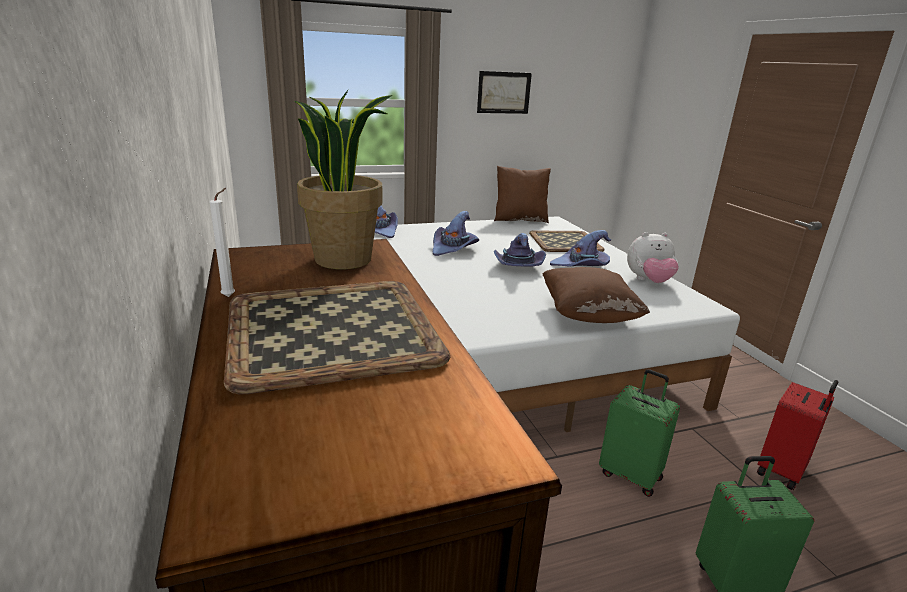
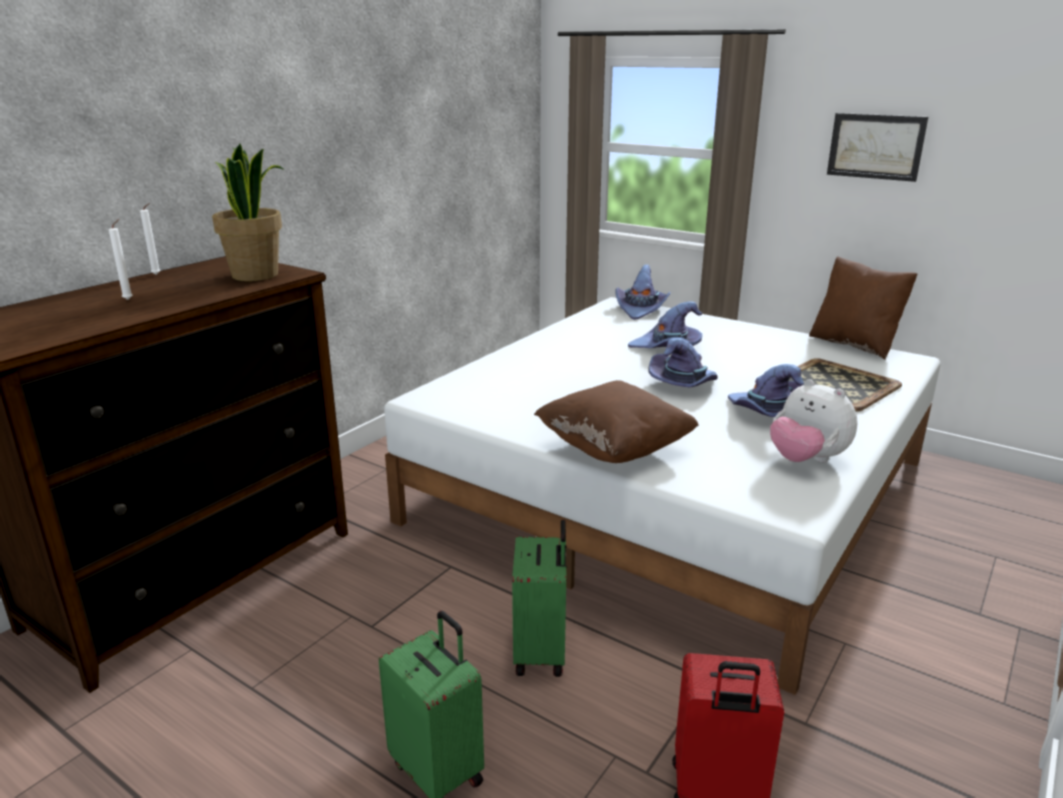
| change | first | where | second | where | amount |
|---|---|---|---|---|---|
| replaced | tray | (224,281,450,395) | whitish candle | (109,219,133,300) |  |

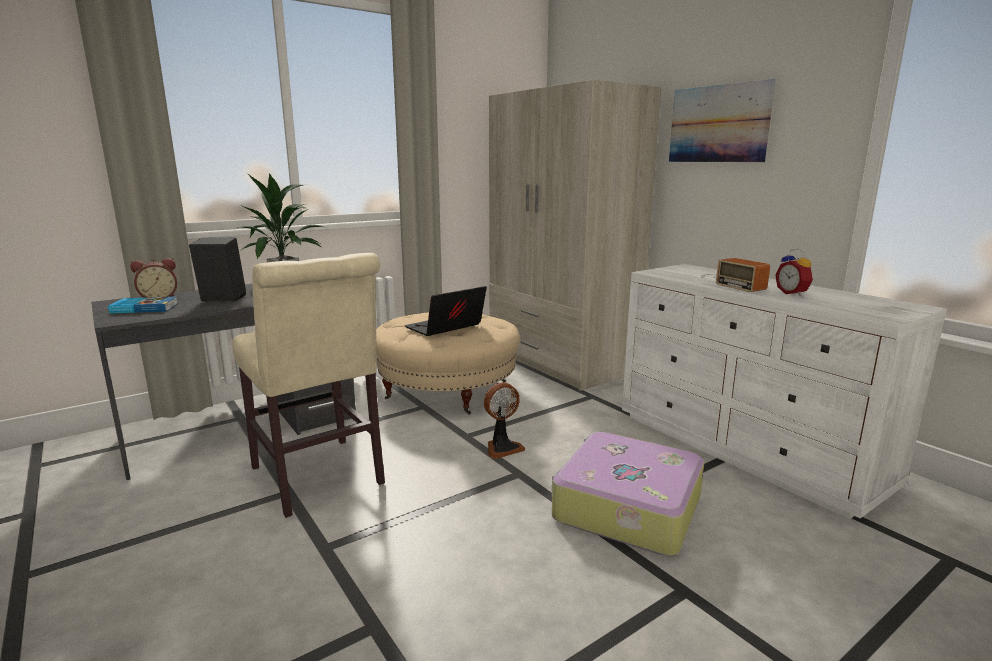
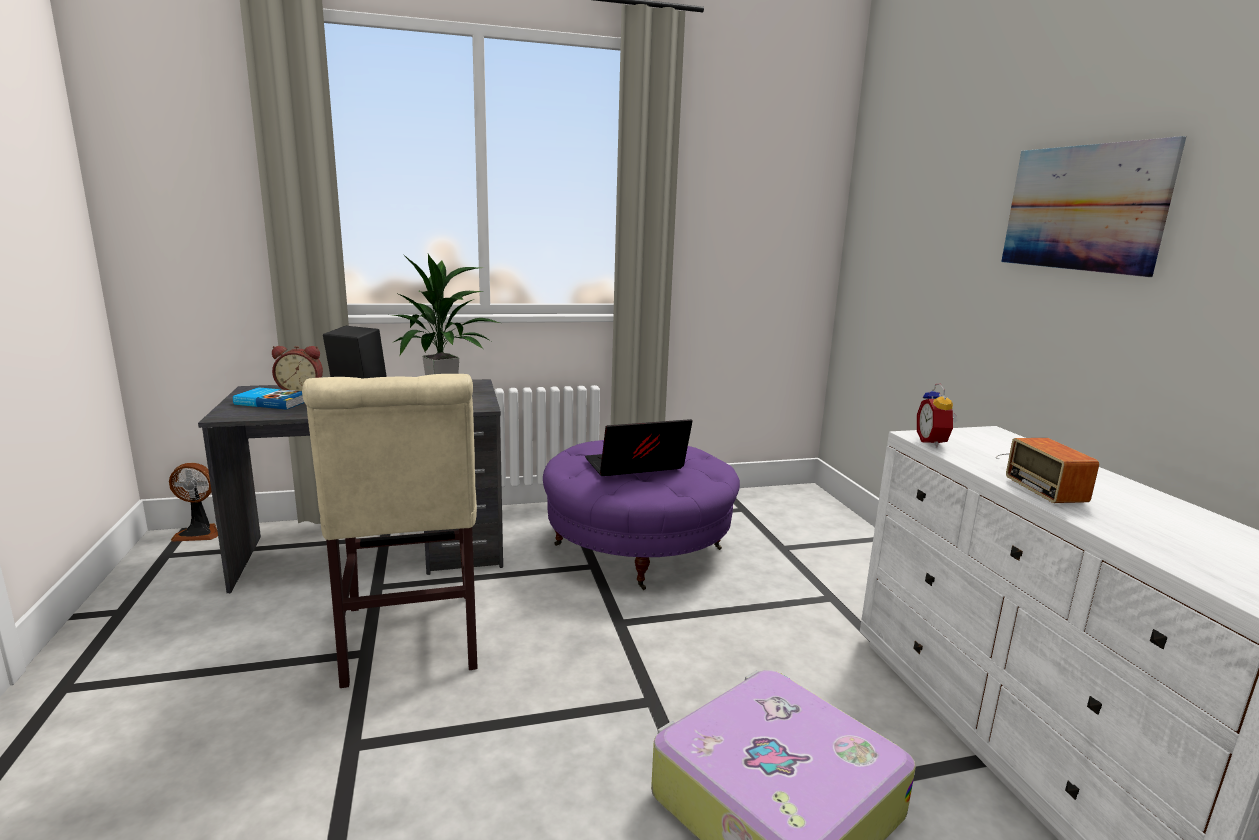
| change | first | where | second | where | amount |
|---|---|---|---|---|---|
| removed | sand-coloured wardrobe | (489,80,661,391) |  |  |  |
| moved | electric fan | (484,382,525,459) |  | (169,463,218,542) |  |
| moved | alarm clock | (775,249,813,296) |  | (917,384,958,447) |  |
| recoloured | sand-coloured ottoman | (376,313,520,415) | purplish ottoman | (543,440,740,590) |  |

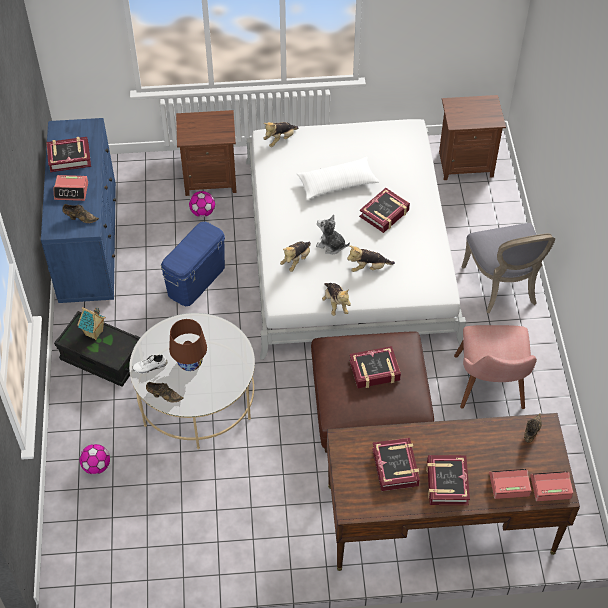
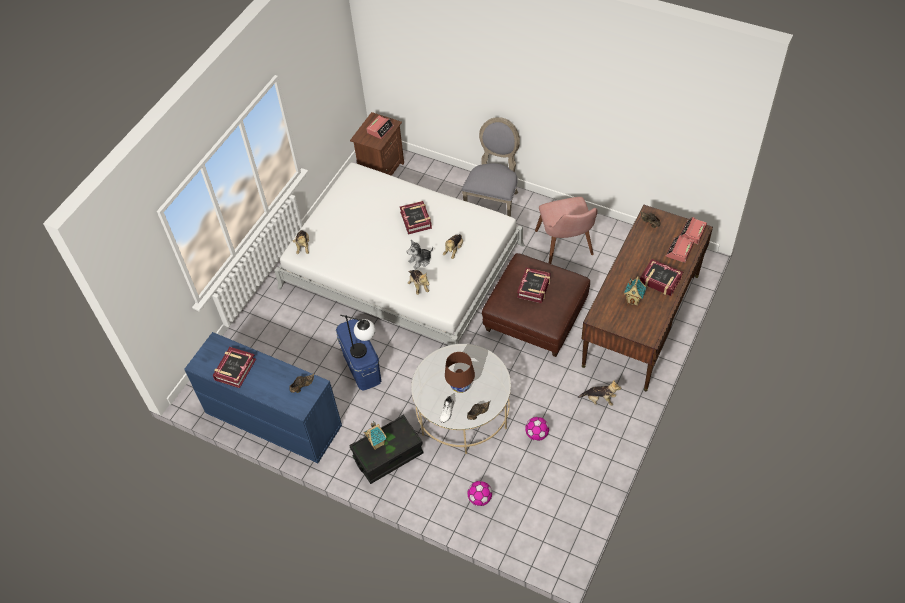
| change | first | where | second | where | amount |
|---|---|---|---|---|---|
| removed | brown-coloured bedside table | (176,110,237,196) |  |  |  |
| removed | whitish throw pillow | (297,157,379,200) |  |  |  |
| added |  |  | tabletop lamp | (340,314,375,358) |  |
| moved | alarm clock | (53,175,88,201) |  | (367,115,394,139) |  |
| moved | ball for football | (189,191,215,217) |  | (525,417,549,441) |  |
| moved | plush toy | (322,283,351,316) |  | (578,380,621,406) |  |
| replaced | volume | (372,438,420,491) | toy house | (624,276,646,306) |  |
| turned | pinkish upright chair | (454,325,537,409) |  | (535,197,598,264) | 45 degrees clockwise |
| turned | grey upright chair | (462,223,555,313) |  | (462,117,520,217) | 90 degrees counterclockwise |

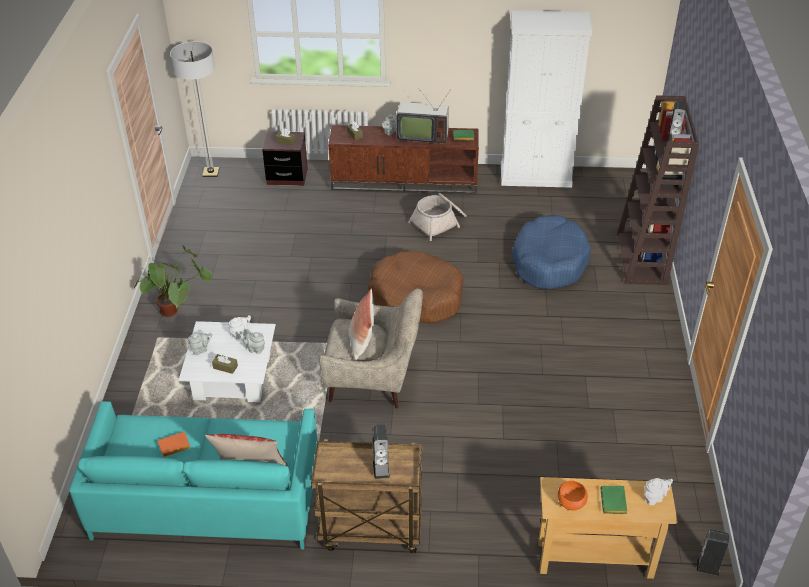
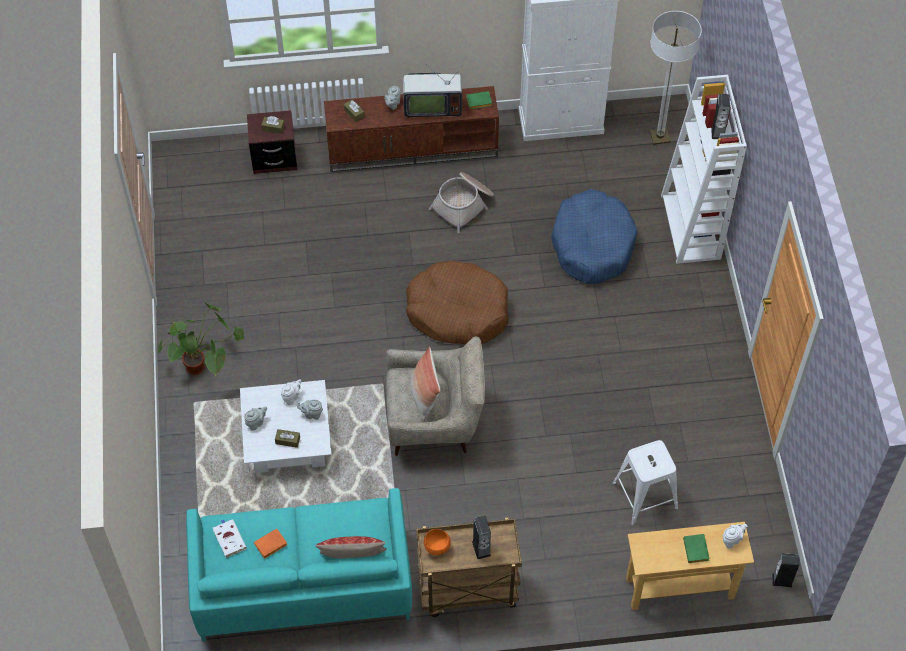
| change | first | where | second | where | amount |
|---|---|---|---|---|---|
| added |  |  | whitish volume | (213,519,247,558) |  |
| added |  |  | whitish stool | (612,440,678,525) |  |
| moved | standard lamp | (170,41,220,177) |  | (650,11,702,145) |  |
| moved | orangey serving bowl | (558,481,588,511) |  | (424,529,451,555) |  |
| recoloured | brown-coloured bookcase | (617,95,699,285) | whitish bookcase | (661,75,747,264) |  |

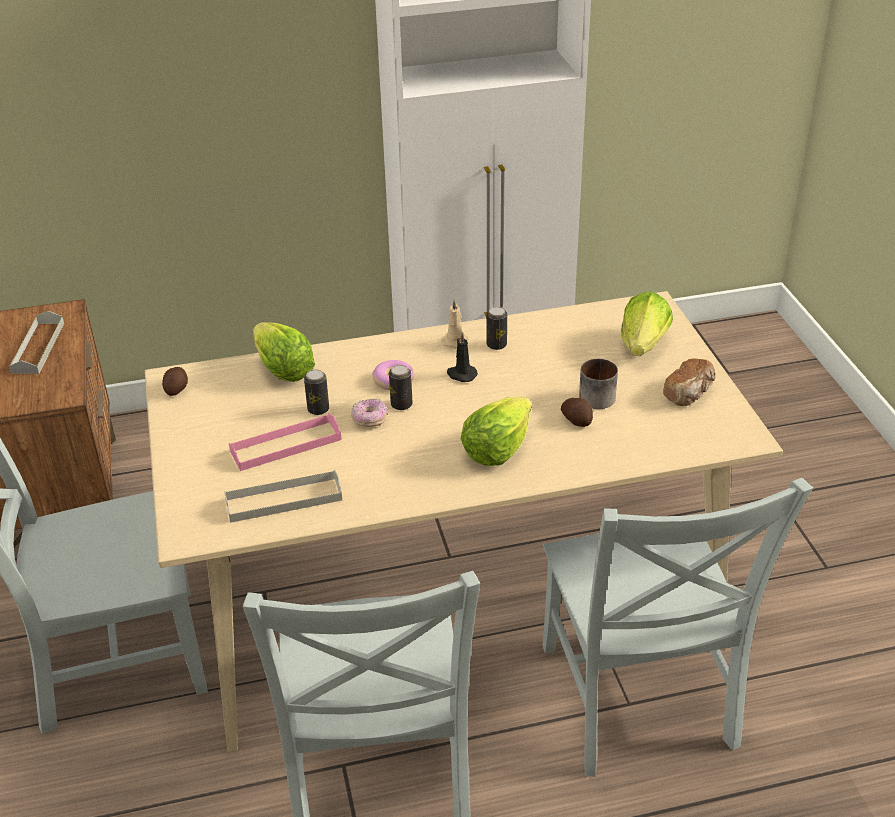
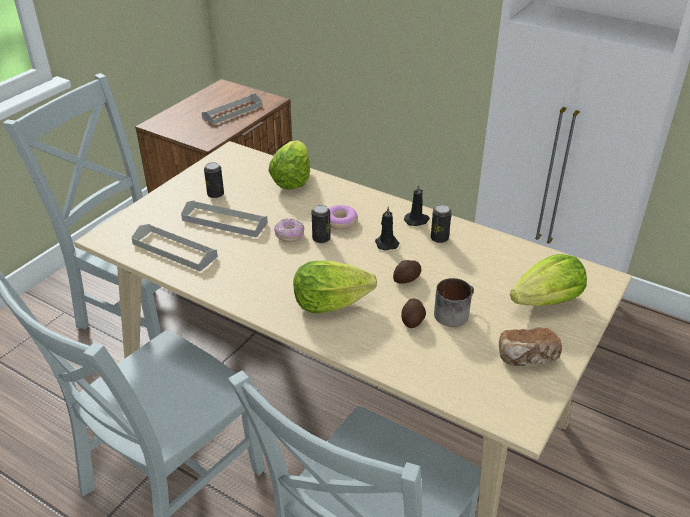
| change | first | where | second | where | amount |
|---|---|---|---|---|---|
| moved | spud | (162,367,188,396) |  | (393,260,421,284) |  |
| moved | sealed can | (304,369,329,415) |  | (204,162,224,198) |  |
| recoloured | pinkish tray | (229,413,342,471) | grey tray | (181,200,268,238) |  |
| recoloured | sand-coloured candle | (441,299,468,348) | black candle | (404,184,430,226) |  |

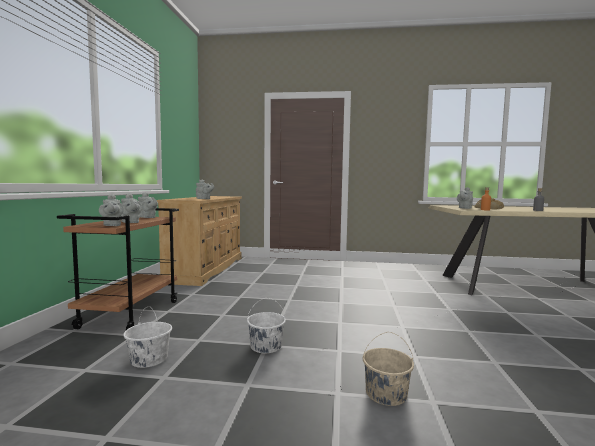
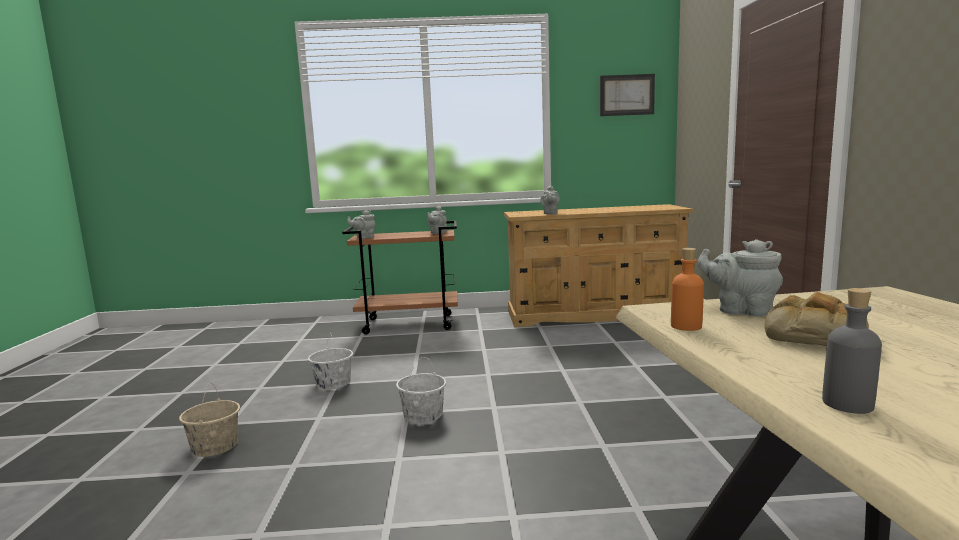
| change | first | where | second | where | amount |
|---|---|---|---|---|---|
| removed | grey teapot | (121,194,142,223) |  |  |  |
| added |  |  | picture | (600,74,655,116) |  |
| moved | whitish pail | (123,306,172,368) |  | (396,357,446,423) |  |

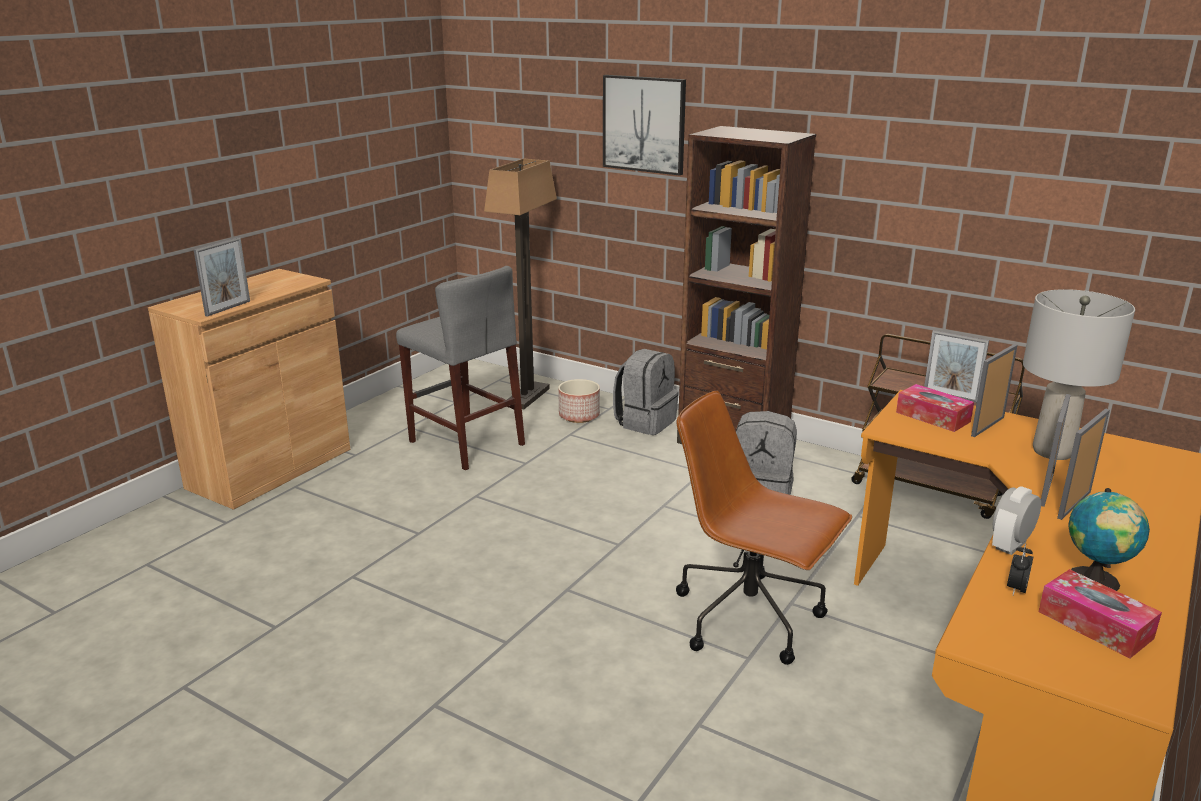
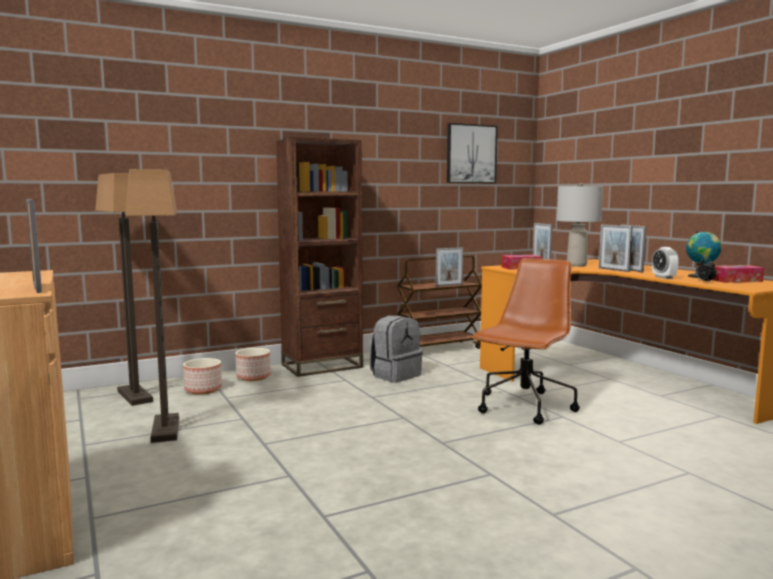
| change | first | where | second | where | amount |
|---|---|---|---|---|---|
| moved | picture | (603,75,686,176) |  | (447,123,498,183) |  |
| replaced | grey stool | (396,266,525,470) | standard lamp | (126,169,179,443) |  |
| replaced | grey knapsack | (613,349,679,435) | flower pot | (235,348,271,381) |  |
| turned | brown-coloured computer chair | (676,391,852,665) |  | (472,258,580,425) | 150 degrees clockwise |

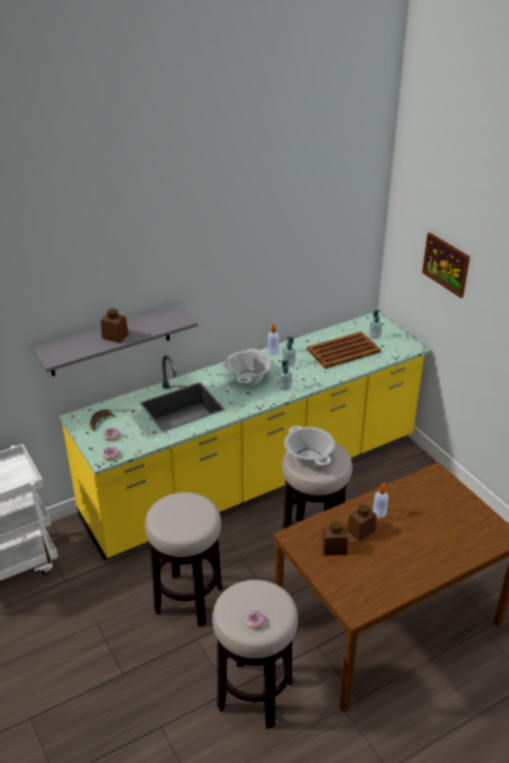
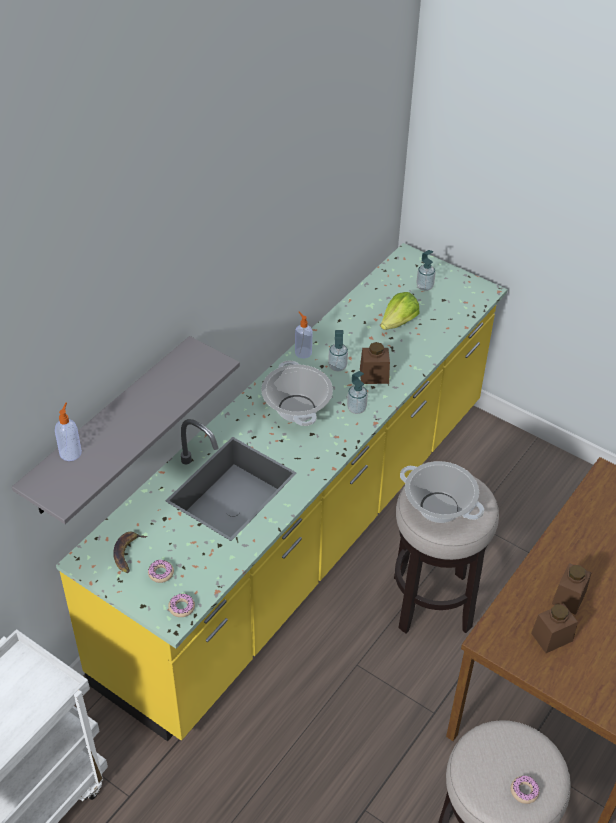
| change | first | where | second | where | amount |
|---|---|---|---|---|---|
| removed | stool | (145,492,222,627) |  |  |  |
| removed | picture | (422,232,470,298) |  |  |  |
| moved | brown-coloured jar | (101,309,129,343) |  | (360,342,390,384) |  |
| moved | soap bottle | (373,481,388,518) |  | (55,402,82,461) |  |
| replaced | brown-coloured tray | (307,332,381,369) | lettuce head | (380,292,419,330) |  |

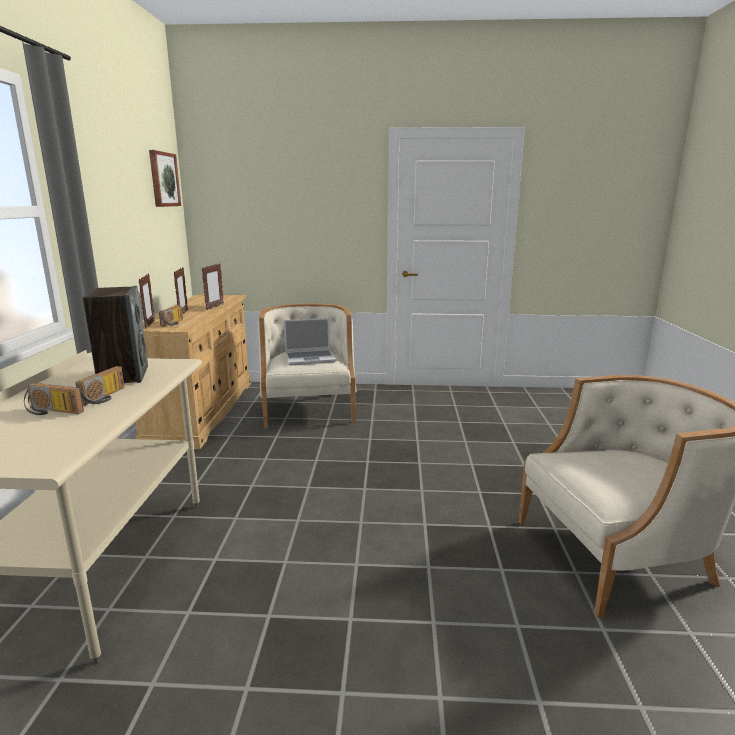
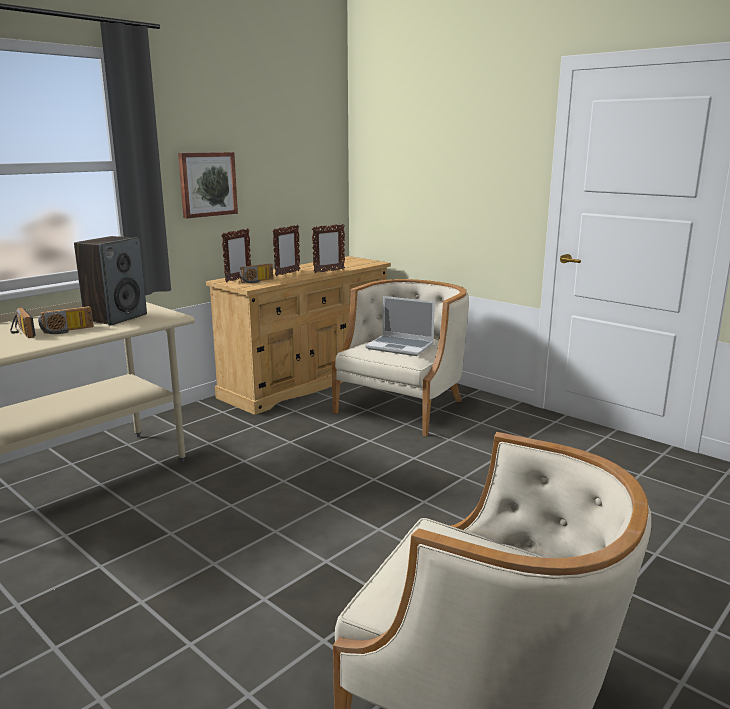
| change | first | where | second | where | amount |
|---|---|---|---|---|---|
| moved | picture | (149,150,181,207) |  | (178,152,238,218) |  |

